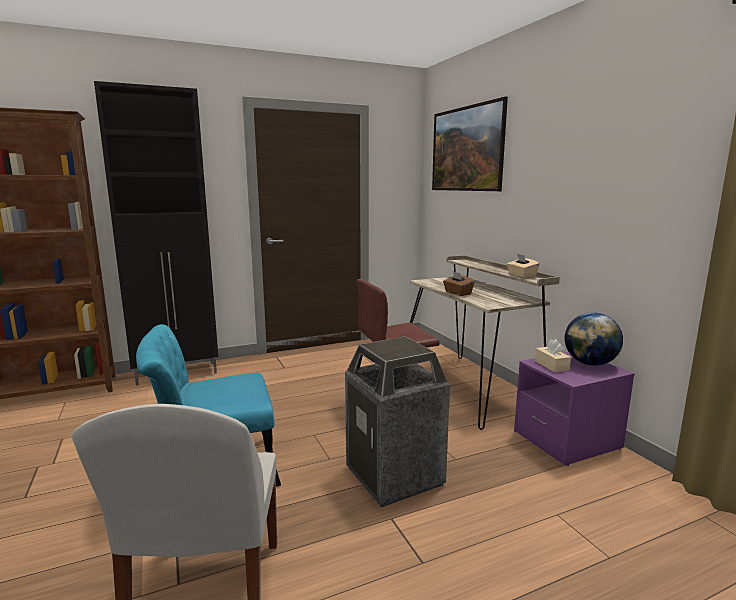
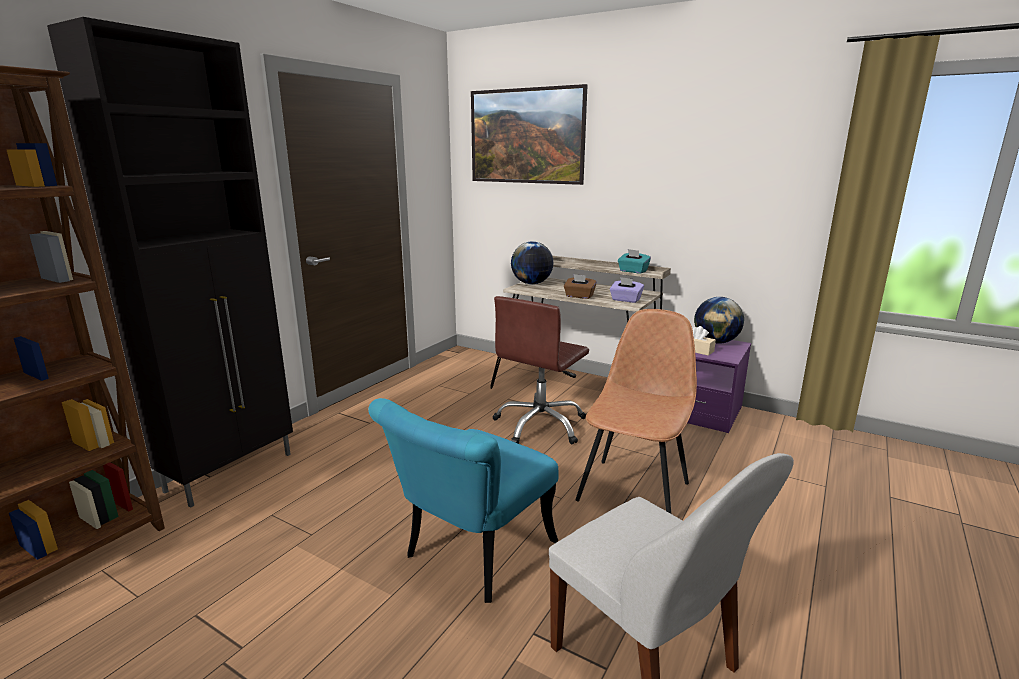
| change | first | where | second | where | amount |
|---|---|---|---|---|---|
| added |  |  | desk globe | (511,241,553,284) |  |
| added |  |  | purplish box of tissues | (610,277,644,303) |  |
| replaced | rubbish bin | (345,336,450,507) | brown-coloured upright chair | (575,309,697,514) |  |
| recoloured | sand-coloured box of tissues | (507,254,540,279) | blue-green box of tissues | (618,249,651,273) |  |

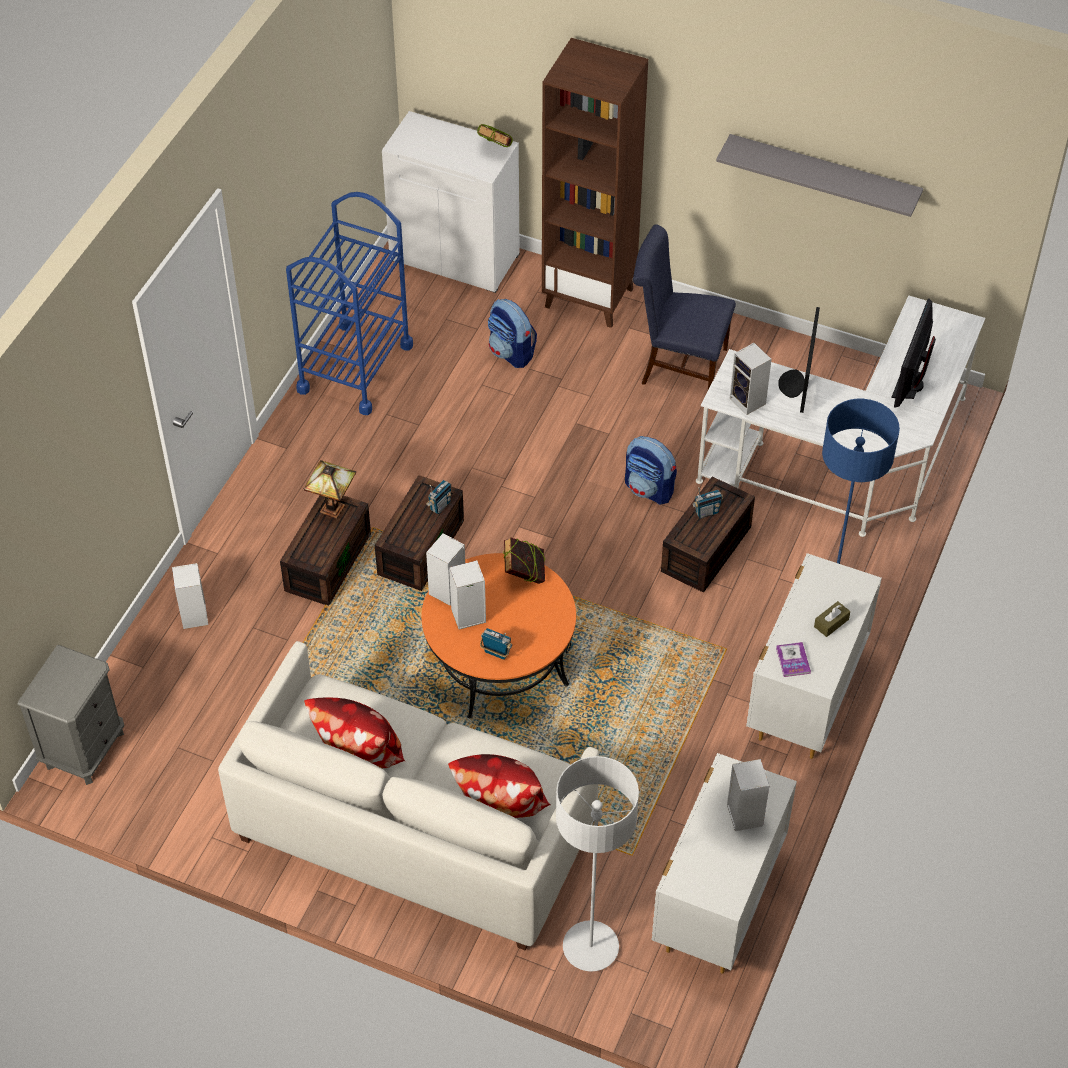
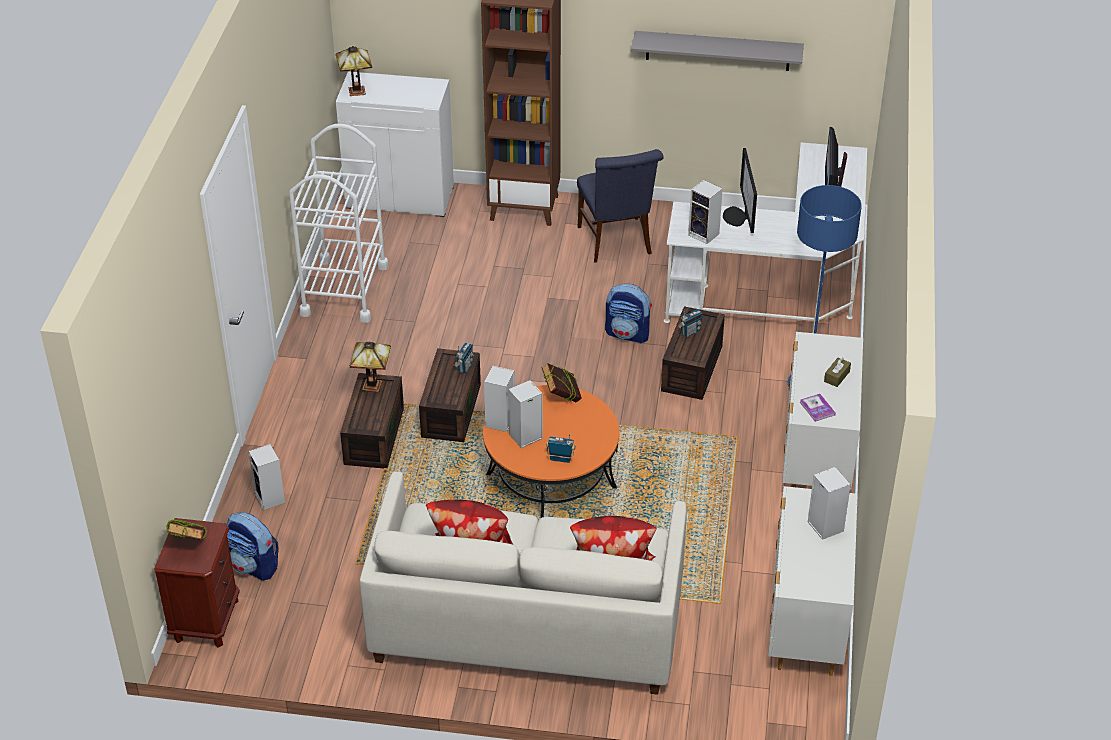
| change | first | where | second | where | amount |
|---|---|---|---|---|---|
| removed | grey standard lamp | (556,756,639,972) |  |  |  |
| added |  |  | tabletop lamp | (336,46,372,96) |  |
| moved | volume | (477,124,513,147) |  | (166,519,207,539) |  |
| moved | knapsack | (488,299,537,368) |  | (226,512,279,581) |  |
| recoloured | grey bedside table | (18,645,124,785) | brown-coloured bedside table | (154,518,240,648) |  |
| recoloured | blue cart | (286,192,413,415) | whitish cart | (289,124,389,323) |  |
| turned | blue upright chair | (633,224,736,390) |  | (577,149,664,263) | 105 degrees counterclockwise |

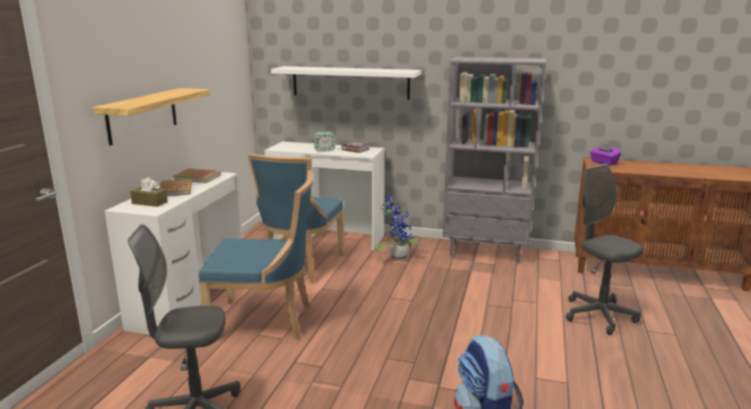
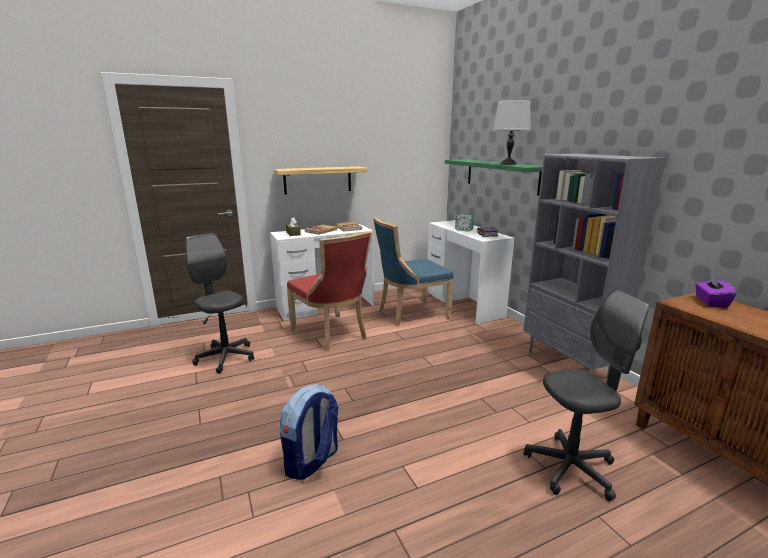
| change | first | where | second | where | amount |
|---|---|---|---|---|---|
| removed | houseplant | (375,196,422,260) |  |  |  |
| added |  |  | grey tabletop lamp | (493,100,531,165) |  |
| recoloured | blue upright chair | (199,170,313,340) | red upright chair | (287,231,372,351) |  |
| recoloured | whitish bracket shelf | (271,66,421,100) | green bracket shelf | (445,159,542,195) |  |
| turned | grey computer chair | (566,164,643,335) |  | (523,289,650,501) | 60 degrees clockwise |

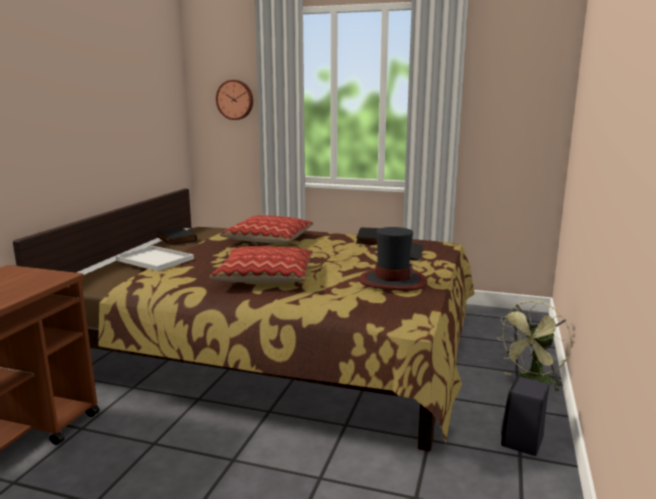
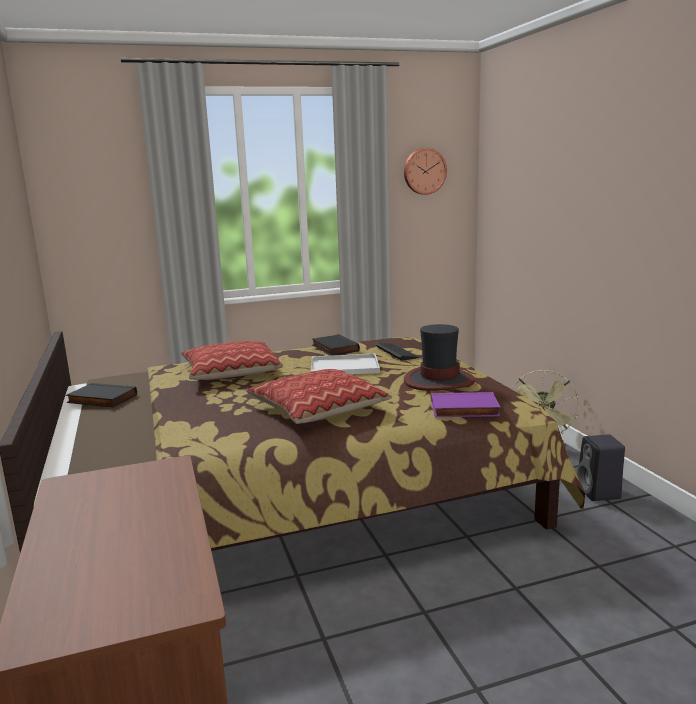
| change | first | where | second | where | amount |
|---|---|---|---|---|---|
| added |  |  | purplish volume | (431,392,501,417) |  |
| moved | whitish tray | (116,246,194,271) |  | (311,354,380,374) |  |
| moved | hanging clock | (216,80,253,120) |  | (404,148,447,195) |  |

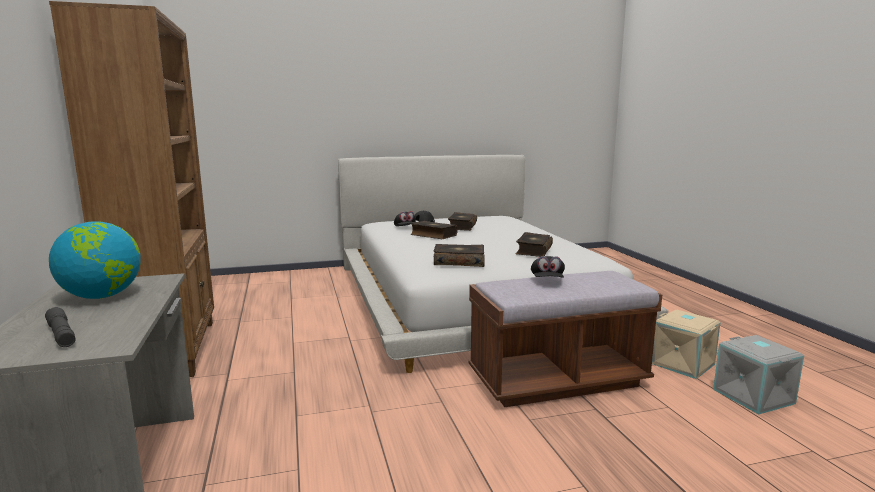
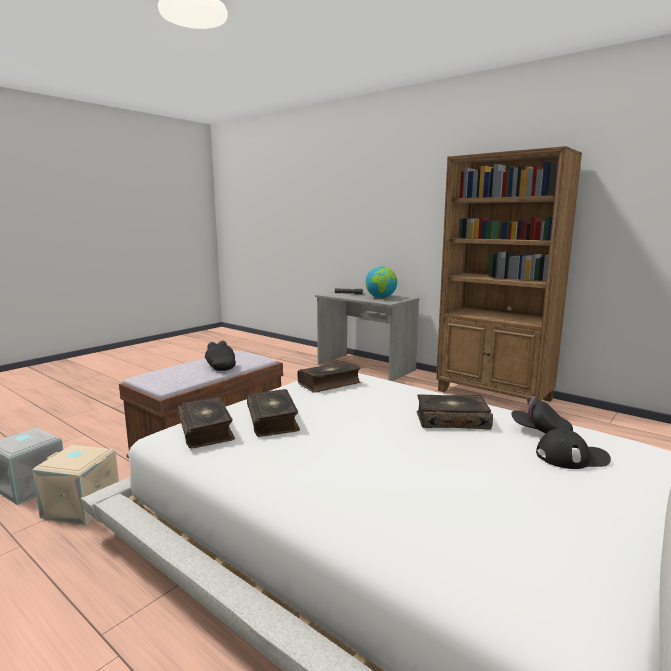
| change | first | where | second | where | amount |
|---|---|---|---|---|---|
| moved | volume | (448,212,477,231) |  | (177,397,235,449) |  |

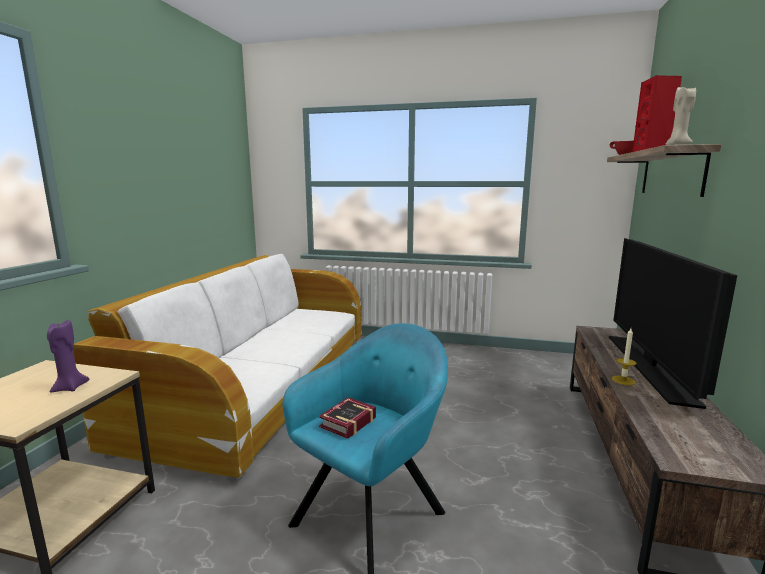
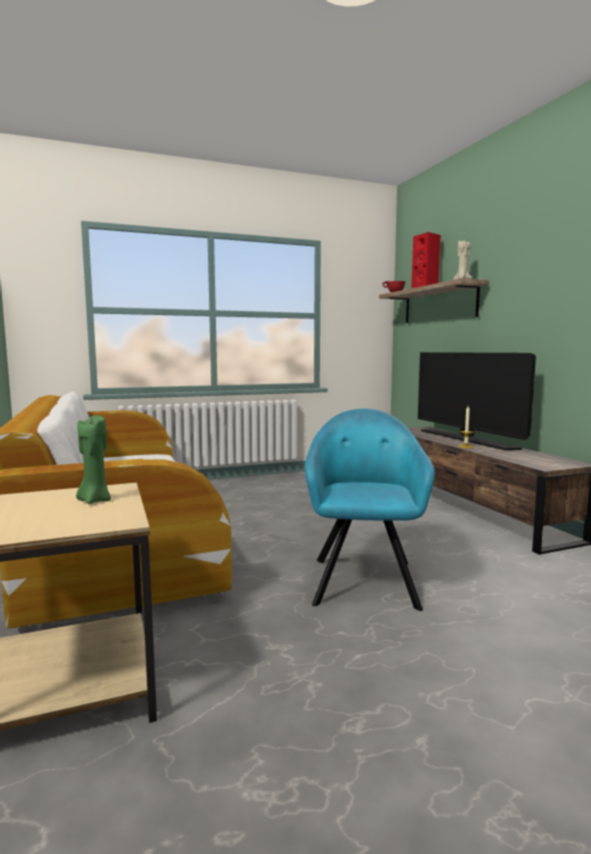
| change | first | where | second | where | amount |
|---|---|---|---|---|---|
| removed | volume | (319,397,376,439) |  |  |  |
| recoloured | purplish candle | (47,320,90,392) | green candle | (76,415,111,504) |  |

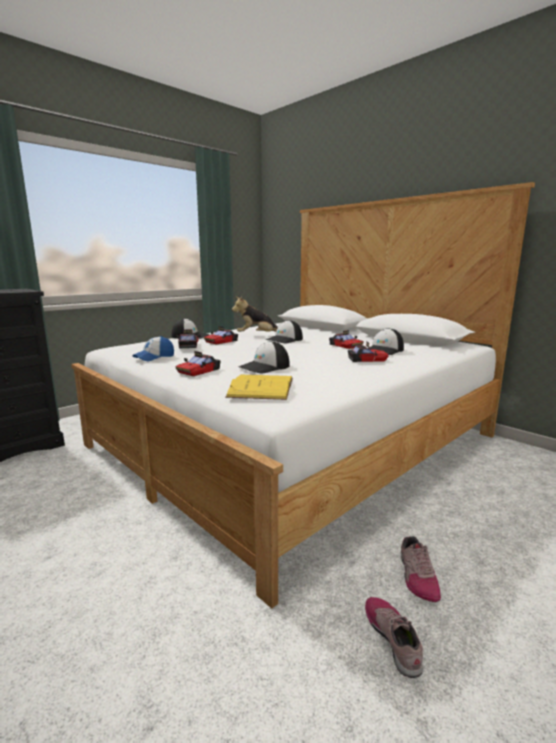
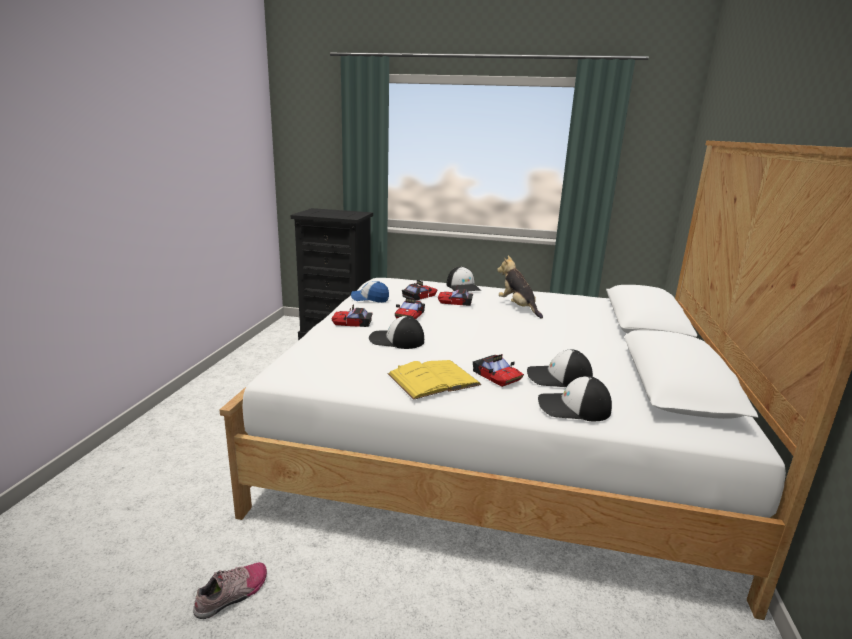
| change | first | where | second | where | amount |
|---|---|---|---|---|---|
| removed | low shoe | (401,536,441,602) |  |  |  |
| moved | yellowish volume | (225,375,293,400) |  | (388,360,481,400) |  |
| moved | peaked cap | (266,320,303,344) |  | (538,376,612,421) |  |
| moved | model car | (329,330,364,349) |  | (395,298,425,319) |  |

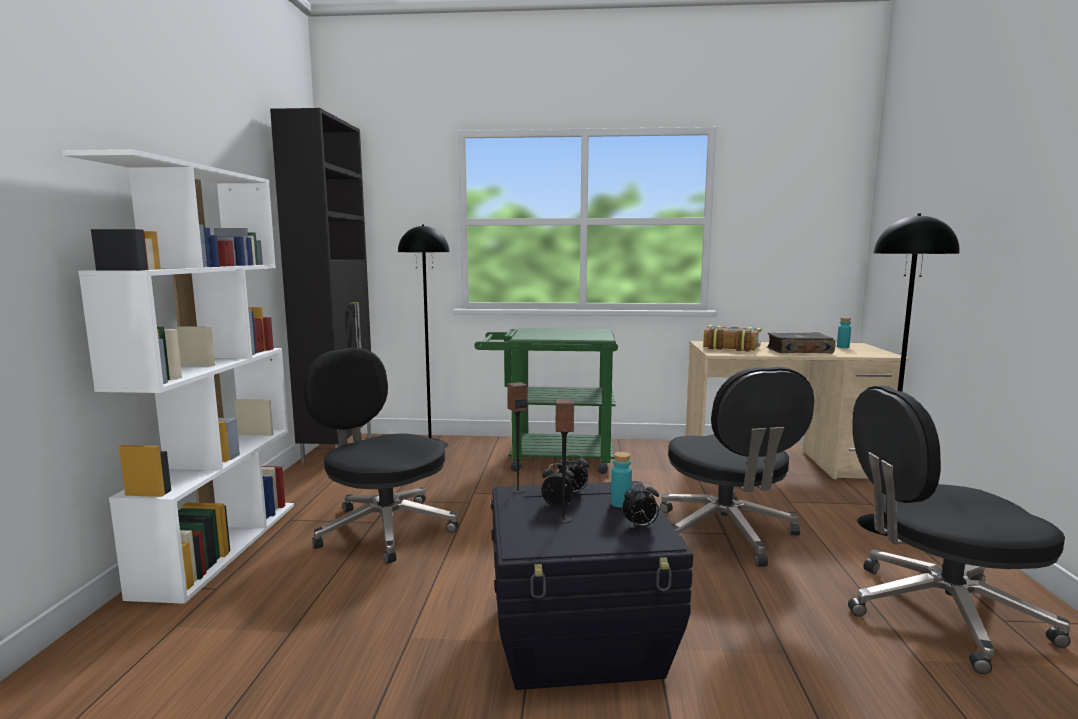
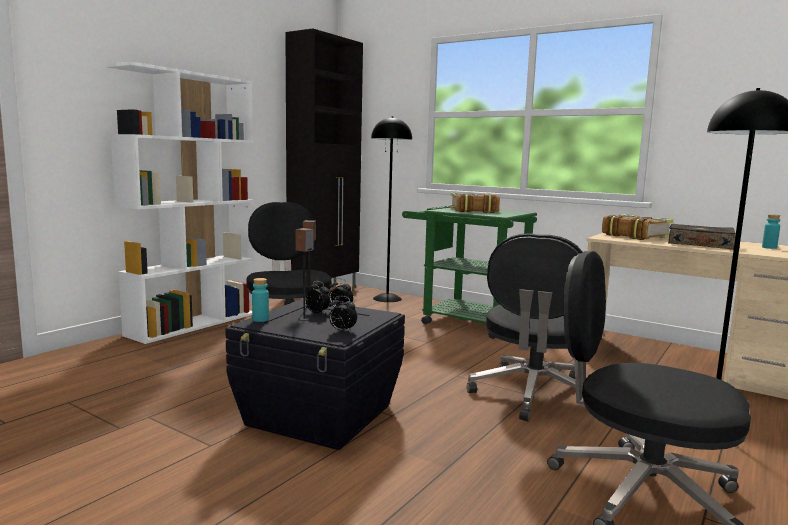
| change | first | where | second | where | amount |
|---|---|---|---|---|---|
| added |  |  | volume | (450,193,500,213) |  |
| moved | blue-green drink bottle | (611,452,632,508) |  | (252,278,269,322) |  |

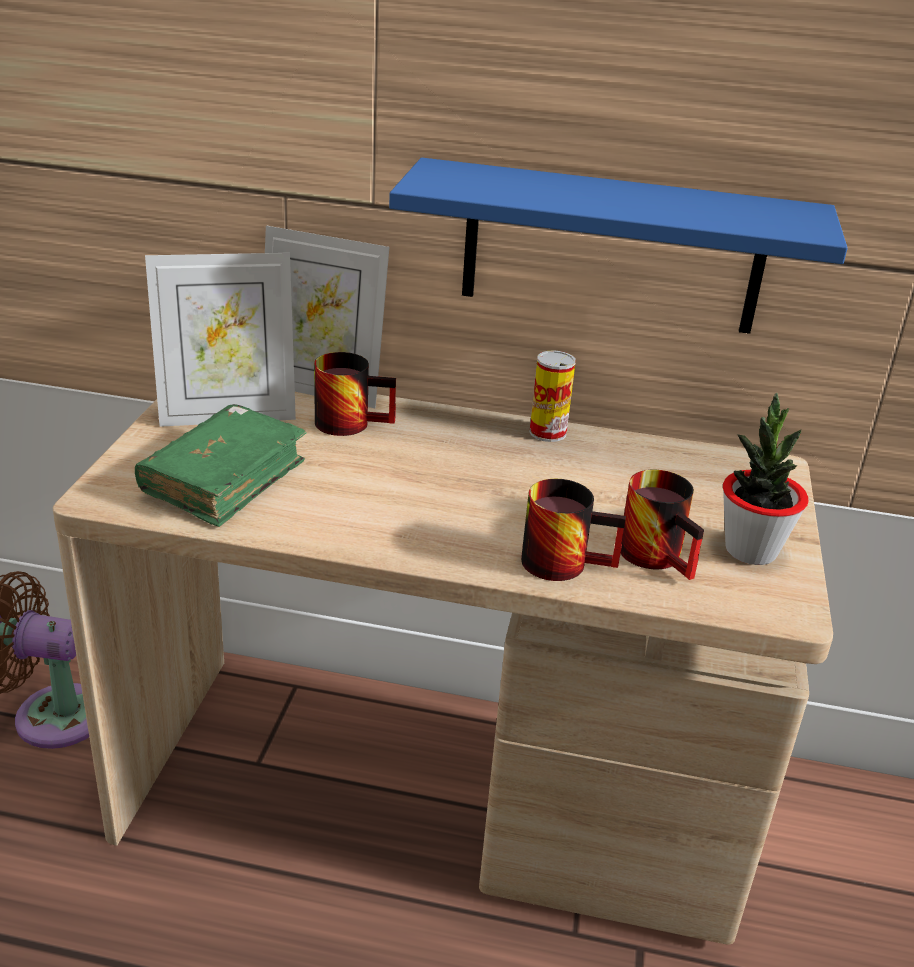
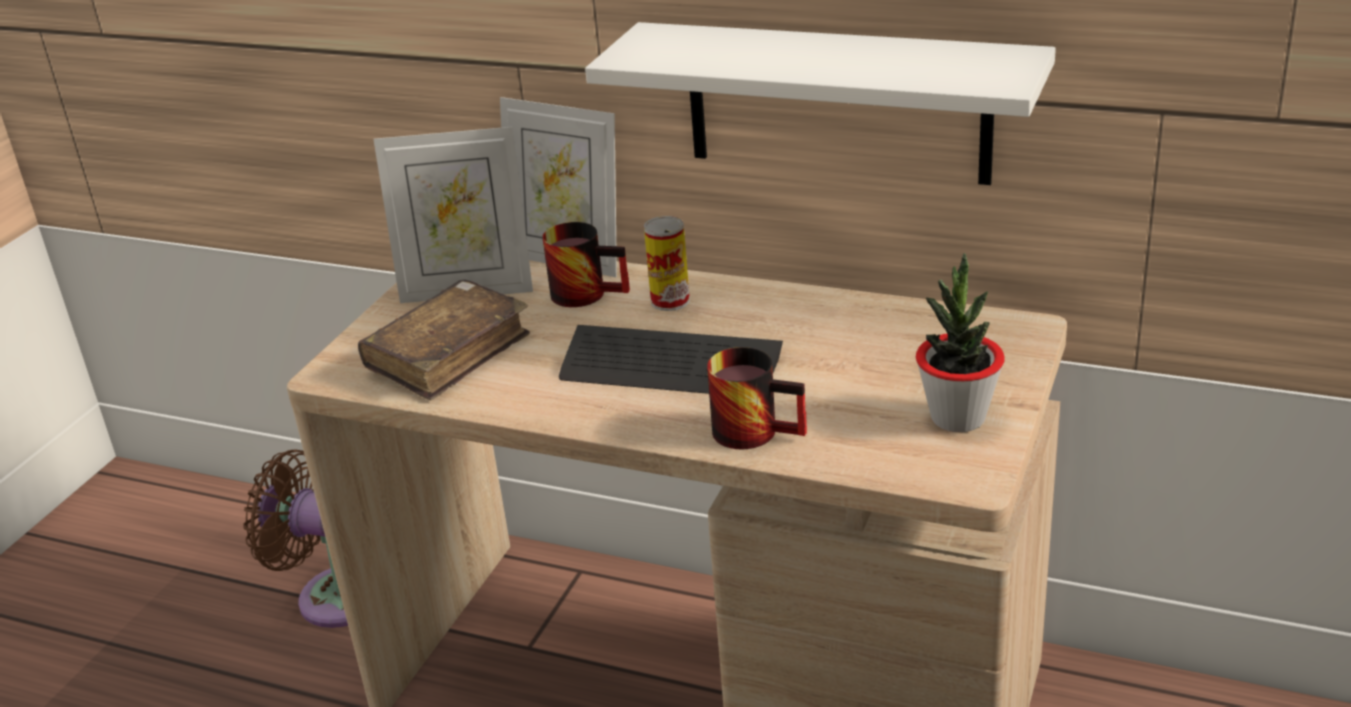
| change | first | where | second | where | amount |
|---|---|---|---|---|---|
| removed | tea mug | (620,470,704,580) |  |  |  |
| added |  |  | PC keyboard | (559,325,783,394) |  |
| moved | sealed can | (529,350,576,442) |  | (644,216,690,311) |  |
| recoloured | green volume | (135,404,307,527) | brown-coloured volume | (358,280,530,400) |  |
| recoloured | blue bracket shelf | (389,158,848,334) | whitish bracket shelf | (585,22,1056,185) |  |

